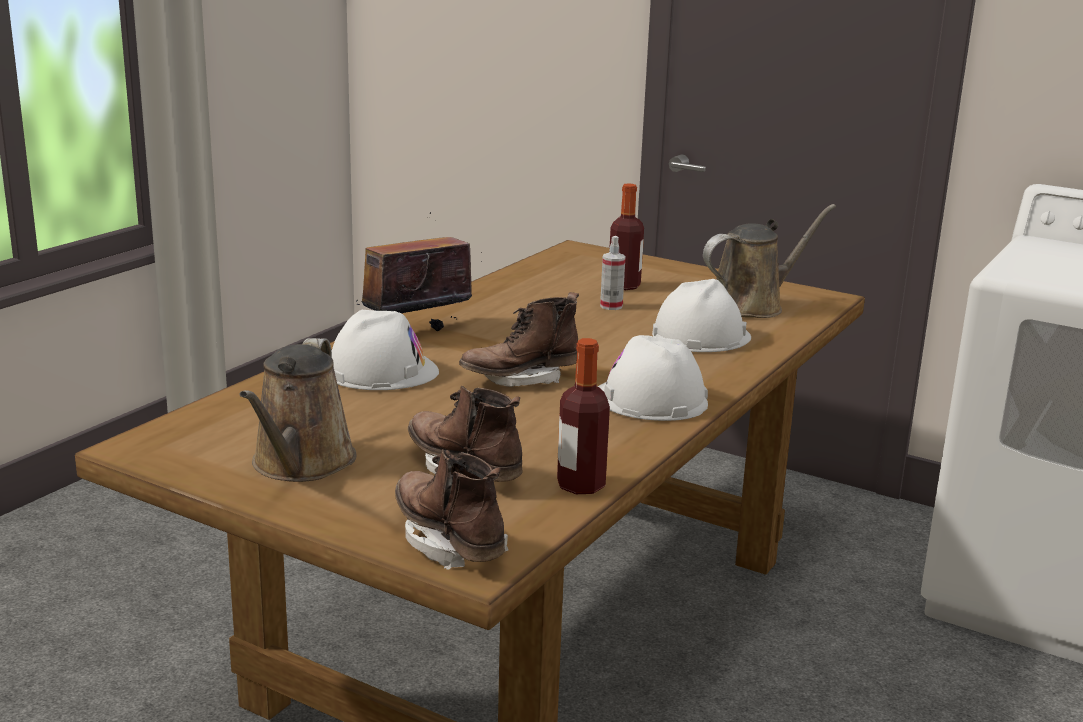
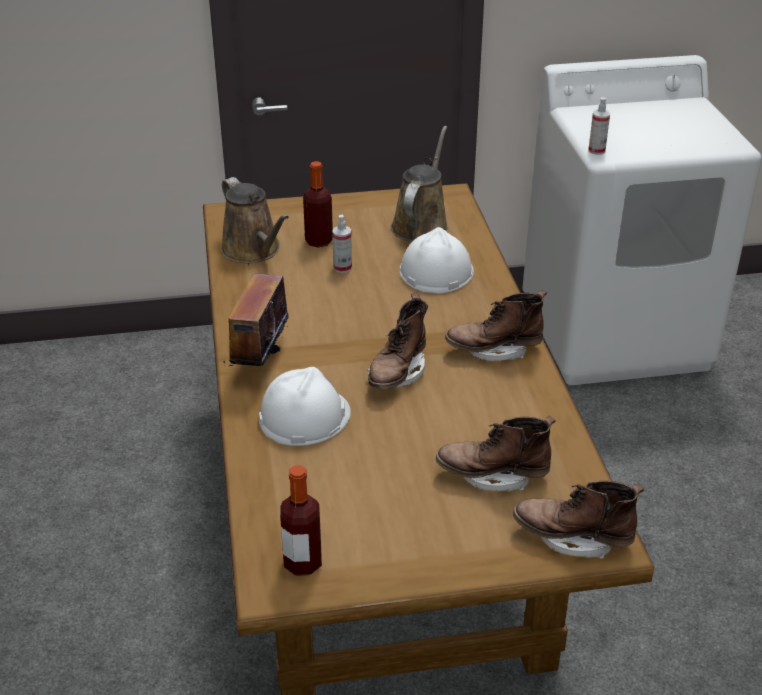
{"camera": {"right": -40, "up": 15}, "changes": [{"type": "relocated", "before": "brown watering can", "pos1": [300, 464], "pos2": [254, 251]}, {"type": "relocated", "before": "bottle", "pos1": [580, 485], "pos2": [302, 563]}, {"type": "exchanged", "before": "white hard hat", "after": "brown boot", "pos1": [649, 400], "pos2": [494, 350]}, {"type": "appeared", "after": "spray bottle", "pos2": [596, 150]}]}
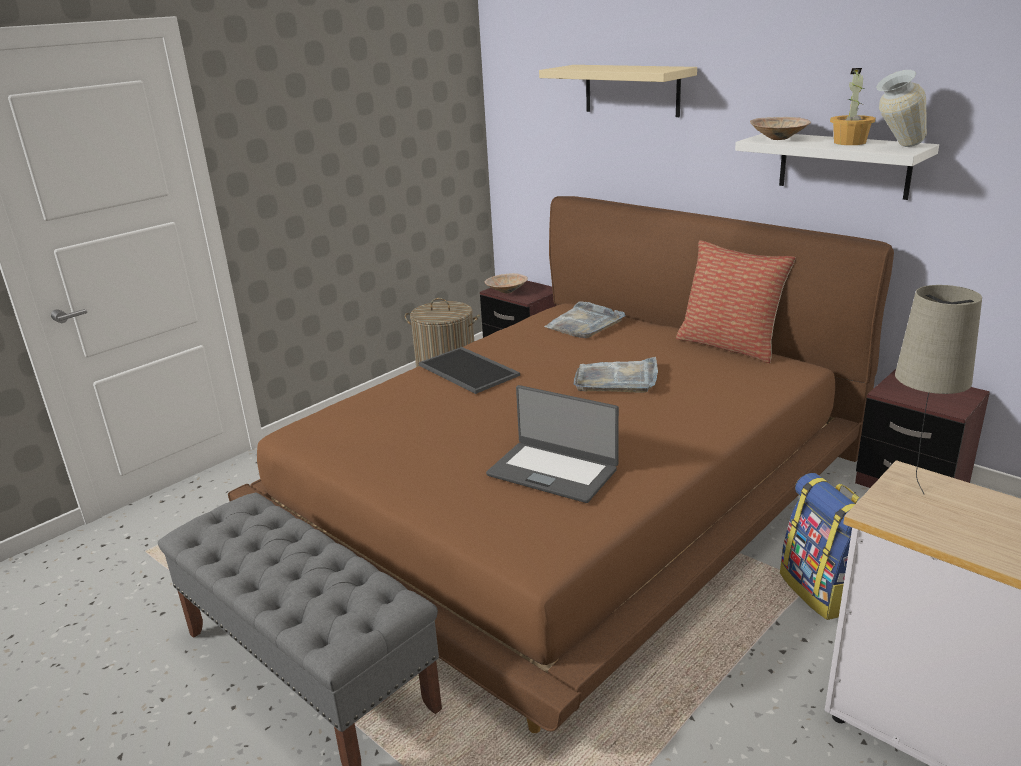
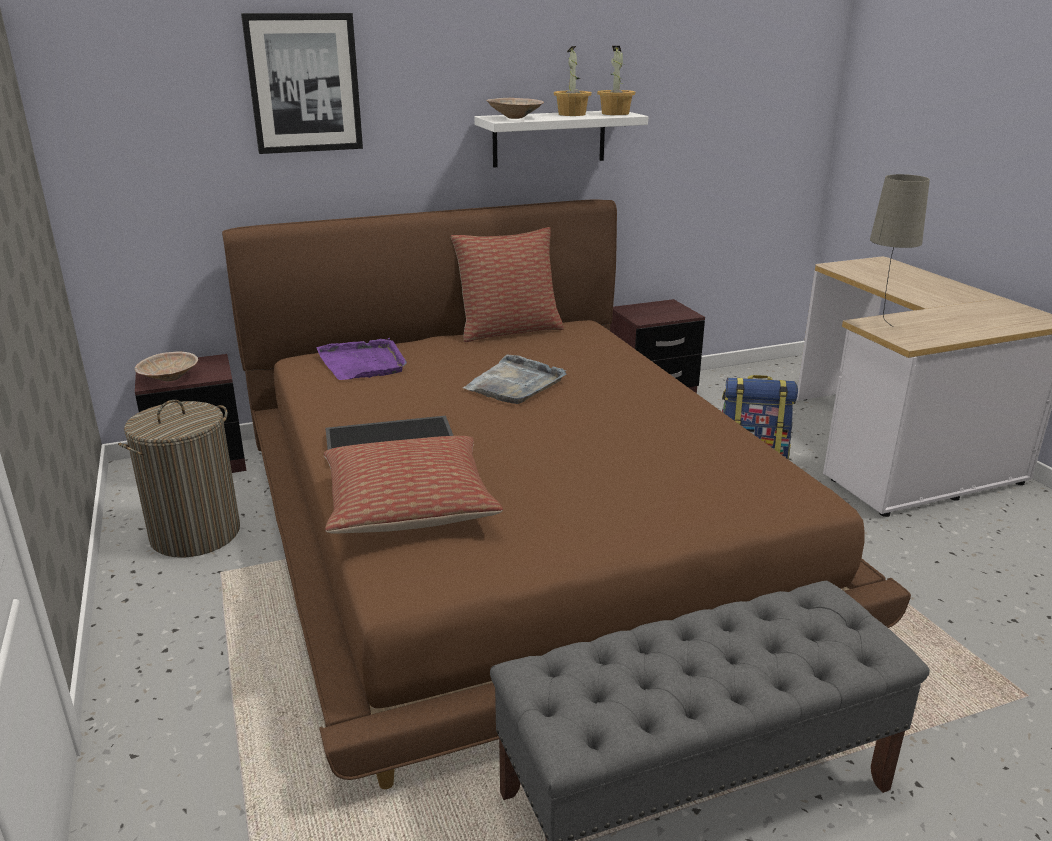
{"camera": {"right": -65, "up": 0}, "changes": [{"type": "exchanged", "before": "beige shelf", "after": "picture", "pos1": [631, 90], "pos2": [304, 83]}, {"type": "colour", "before": "grey tray", "after": "purple tray", "pos1": [585, 323], "pos2": [363, 363]}, {"type": "appeared", "after": "pillow", "pos2": [409, 505]}, {"type": "exchanged", "before": "vase", "after": "potted plant", "pos1": [895, 148], "pos2": [615, 113]}, {"type": "missing", "before": "laptop", "pos1": [553, 471]}]}
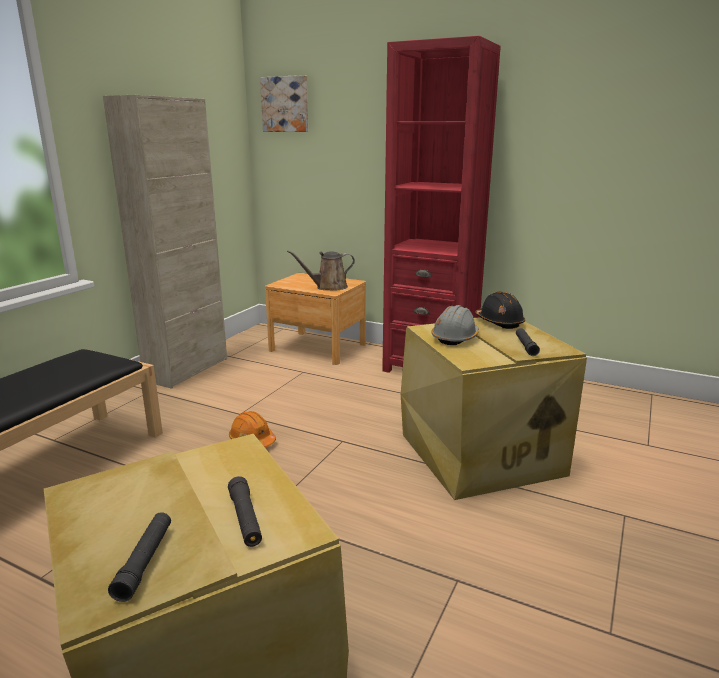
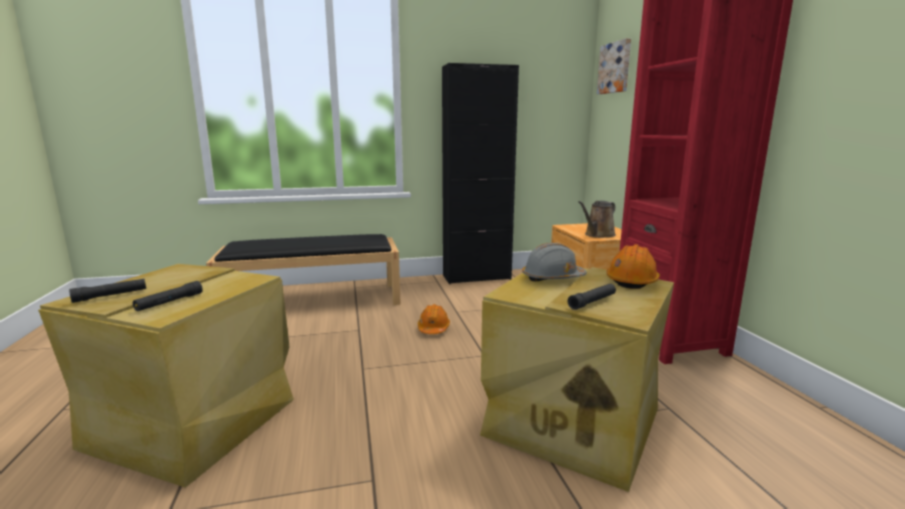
{"camera": {"right": 50, "up": -5}, "changes": [{"type": "colour", "before": "beige cabinet", "after": "black cabinet", "pos1": [187, 370], "pos2": [476, 277]}, {"type": "spun", "before": "brown watering can", "pos1": [328, 287], "pos2": [598, 235], "turn": -75}, {"type": "colour", "before": "black hard hat", "after": "orange hard hat", "pos1": [499, 322], "pos2": [632, 281]}]}
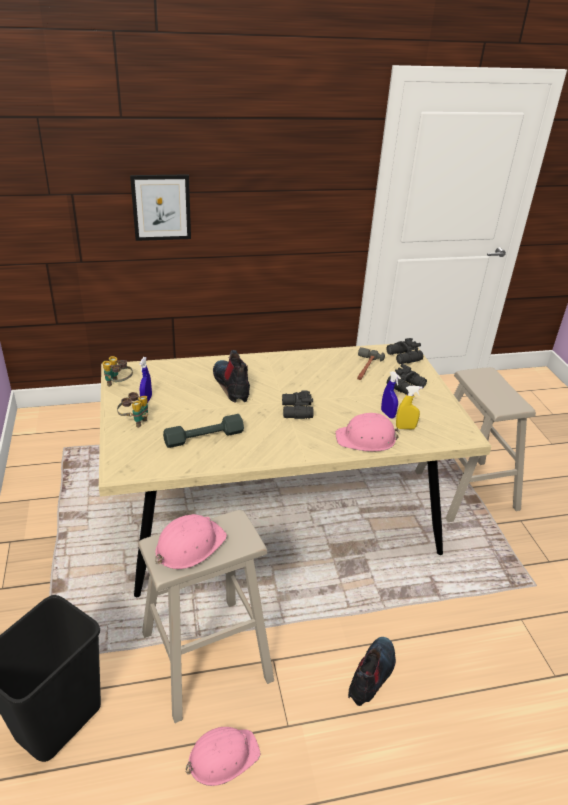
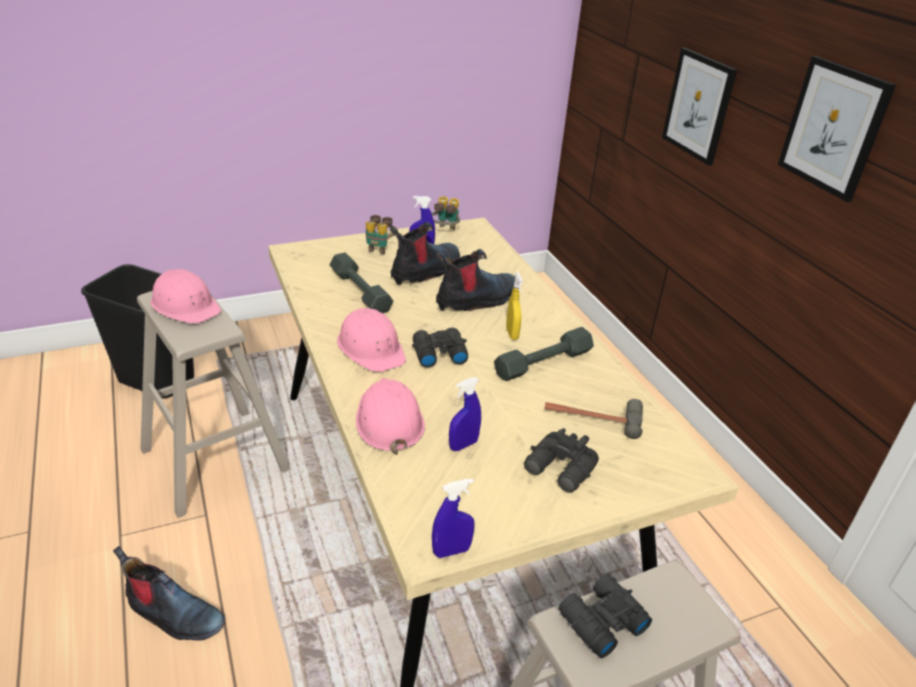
{"camera": {"right": 80, "up": 0}, "changes": [{"type": "relocated", "before": "pink hard hat", "pos1": [222, 756], "pos2": [371, 348]}, {"type": "appeared", "after": "boot", "pos2": [426, 271]}, {"type": "appeared", "after": "blue spray bottle", "pos2": [451, 551]}, {"type": "appeared", "after": "grey dumbbell", "pos2": [543, 363]}, {"type": "relocated", "before": "yellow spray bottle", "pos1": [405, 428], "pos2": [512, 334]}, {"type": "relocated", "before": "black binoculars", "pos1": [403, 357], "pos2": [600, 621]}, {"type": "appeared", "after": "picture", "pos2": [833, 128]}]}
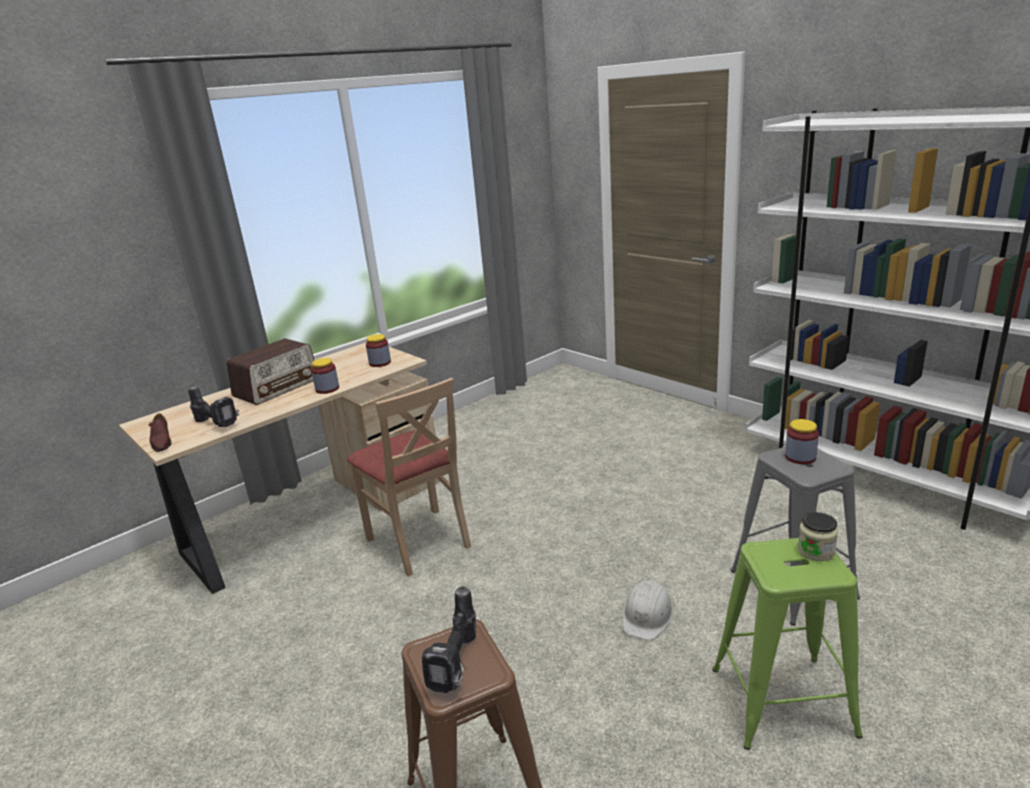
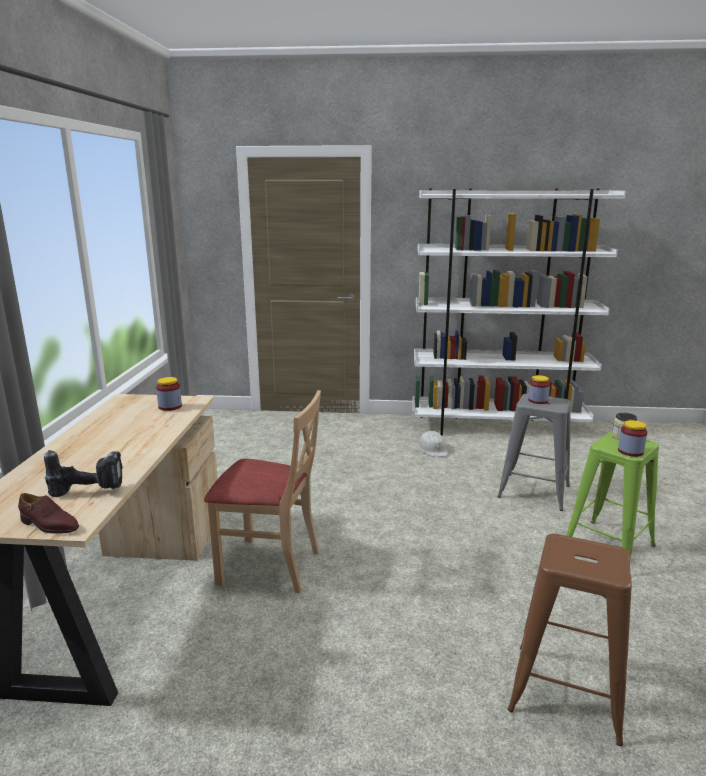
{"camera": {"right": -45, "up": -5}, "changes": [{"type": "relocated", "before": "white hard hat", "pos1": [647, 615], "pos2": [433, 449]}, {"type": "relocated", "before": "jar", "pos1": [327, 389], "pos2": [630, 451]}, {"type": "missing", "before": "radio", "pos1": [277, 387]}, {"type": "missing", "before": "power drill", "pos1": [458, 665]}]}
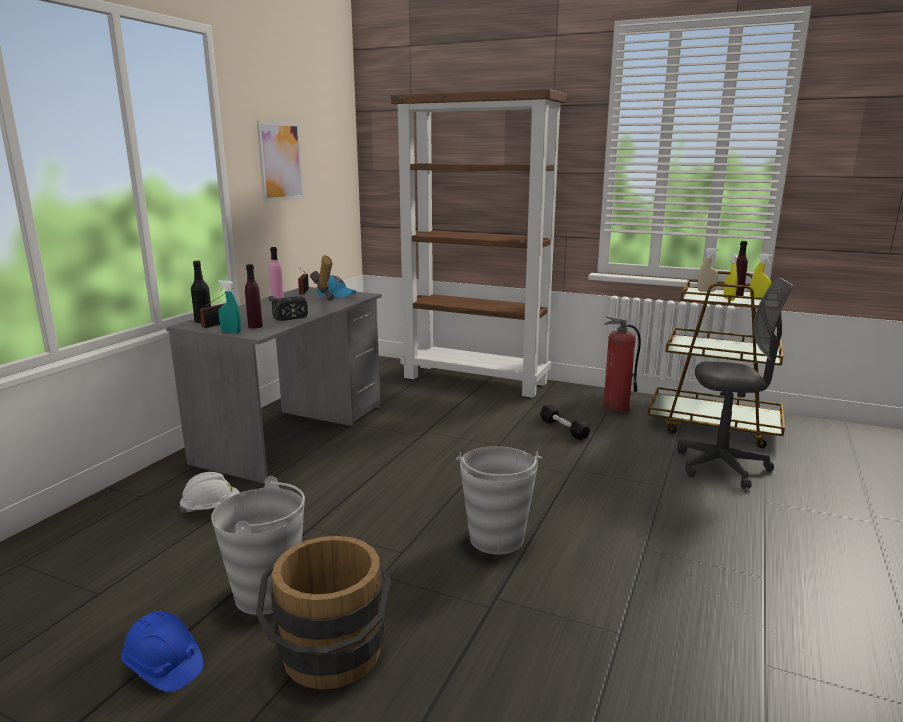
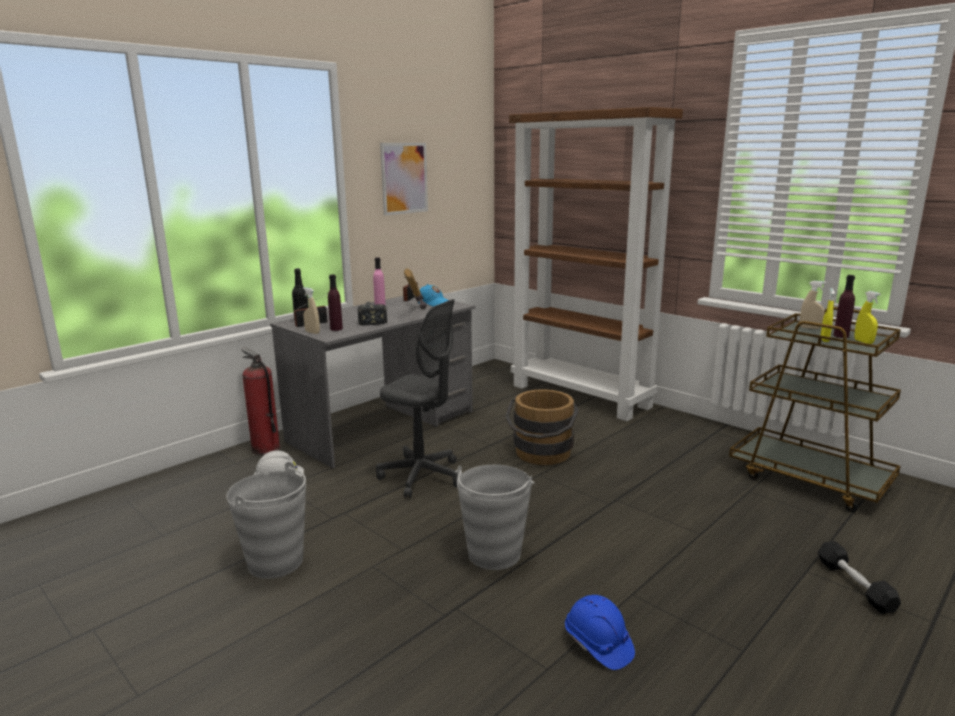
{"camera": {"right": 20, "up": 0}, "changes": [{"type": "relocated", "before": "fire extinguisher", "pos1": [615, 409], "pos2": [265, 448]}, {"type": "colour", "before": "turquoise spray bottle", "after": "beige spray bottle", "pos1": [231, 332], "pos2": [312, 332]}, {"type": "relocated", "before": "grey office chair", "pos1": [721, 467], "pos2": [421, 476]}, {"type": "relocated", "before": "brown bucket", "pos1": [330, 660], "pos2": [541, 455]}, {"type": "relocated", "before": "blue hard hat", "pos1": [163, 666], "pos2": [598, 644]}, {"type": "relocated", "before": "black dumbbell", "pos1": [564, 429], "pos2": [855, 585]}]}
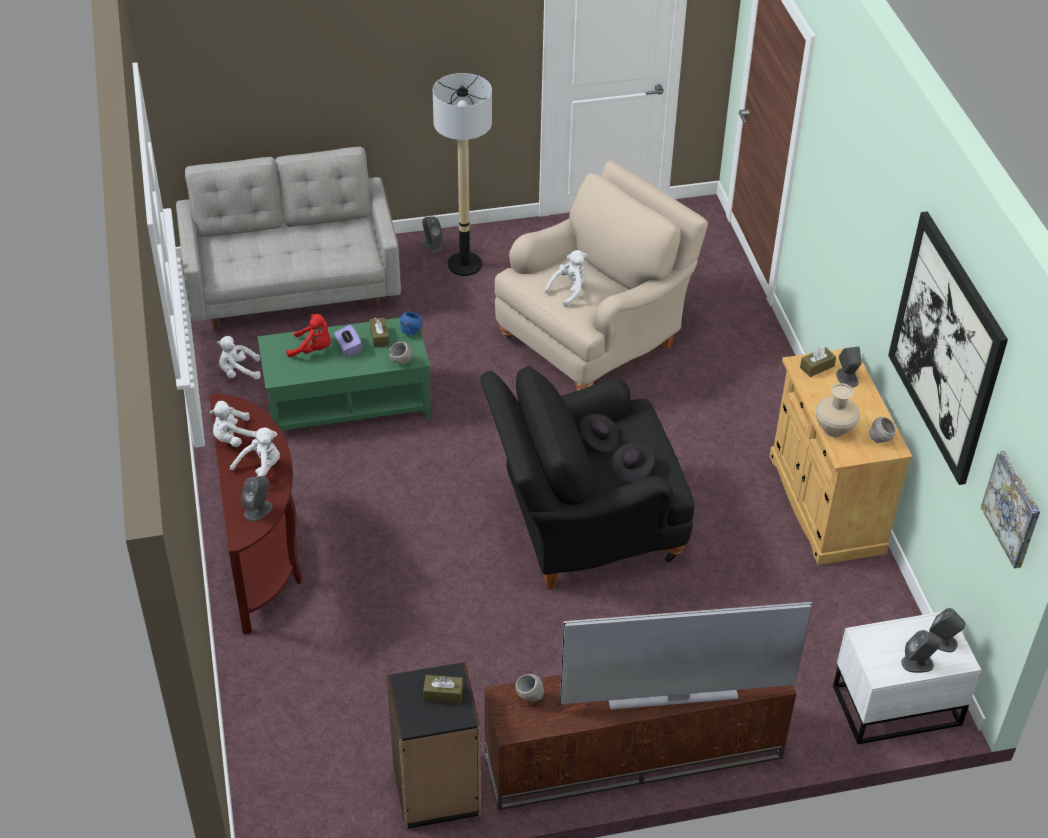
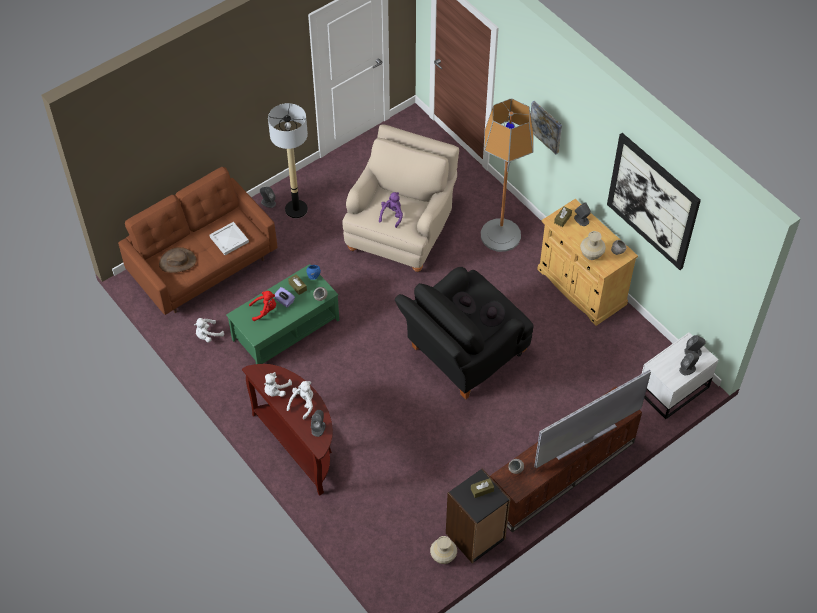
{"camera": {"right": -25, "up": 10}, "changes": [{"type": "colour", "before": "grey sofa", "after": "brown sofa", "pos1": [293, 289], "pos2": [203, 266]}, {"type": "appeared", "after": "brown hat", "pos2": [177, 262]}, {"type": "appeared", "after": "white tray", "pos2": [229, 240]}, {"type": "colour", "before": "white plush toy", "after": "purple plush toy", "pos1": [569, 290], "pos2": [392, 215]}, {"type": "appeared", "after": "beige vase", "pos2": [443, 557]}, {"type": "appeared", "after": "floor lamp", "pos2": [500, 235]}, {"type": "relocated", "before": "picture", "pos1": [1013, 509], "pos2": [546, 126]}]}
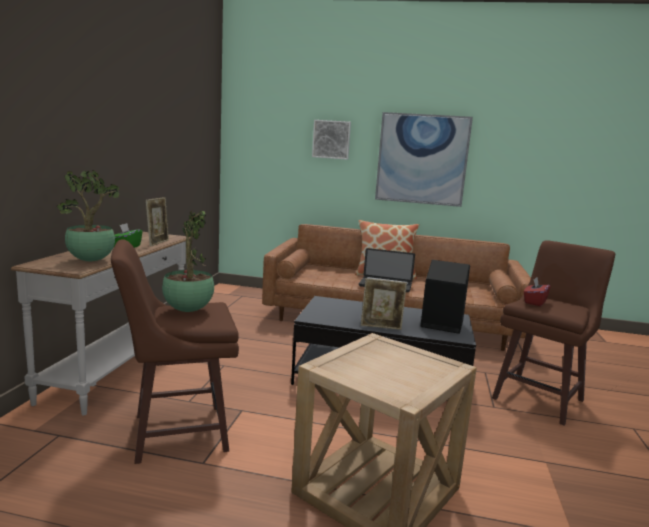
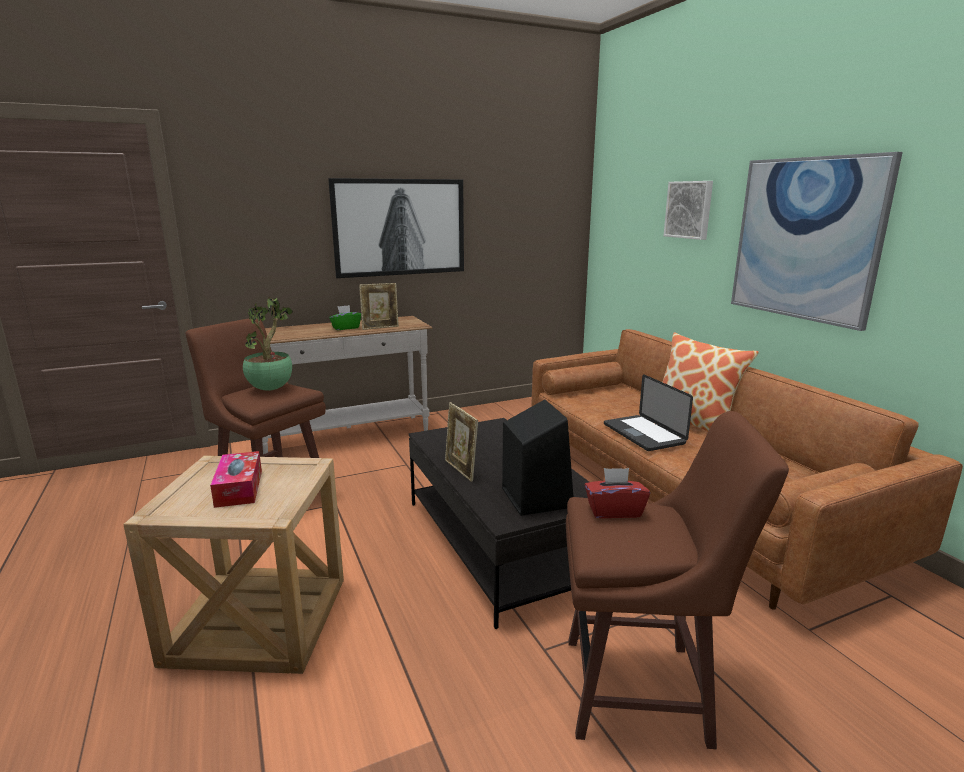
{"camera": {"right": 55, "up": 5}, "changes": [{"type": "appeared", "after": "tissue box", "pos2": [239, 488]}, {"type": "appeared", "after": "picture", "pos2": [400, 227]}, {"type": "missing", "before": "potted plant", "pos1": [92, 260]}]}
